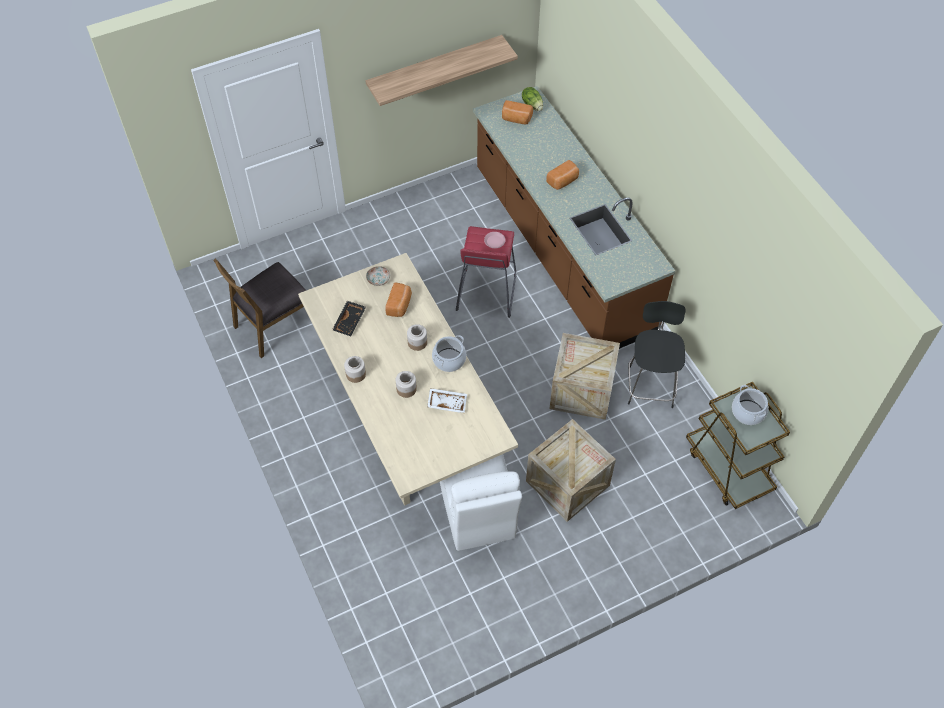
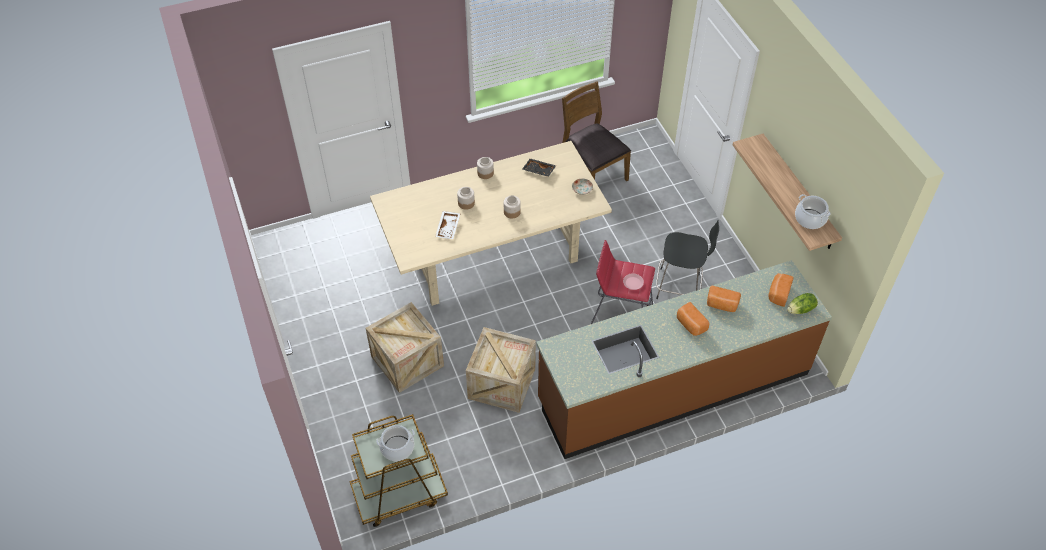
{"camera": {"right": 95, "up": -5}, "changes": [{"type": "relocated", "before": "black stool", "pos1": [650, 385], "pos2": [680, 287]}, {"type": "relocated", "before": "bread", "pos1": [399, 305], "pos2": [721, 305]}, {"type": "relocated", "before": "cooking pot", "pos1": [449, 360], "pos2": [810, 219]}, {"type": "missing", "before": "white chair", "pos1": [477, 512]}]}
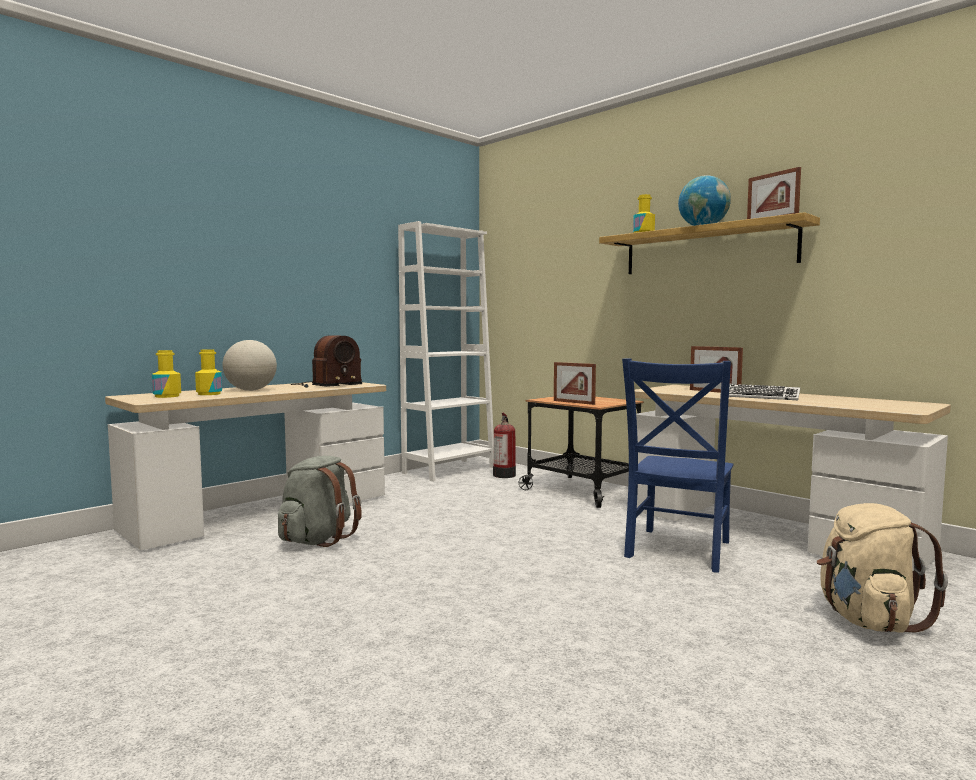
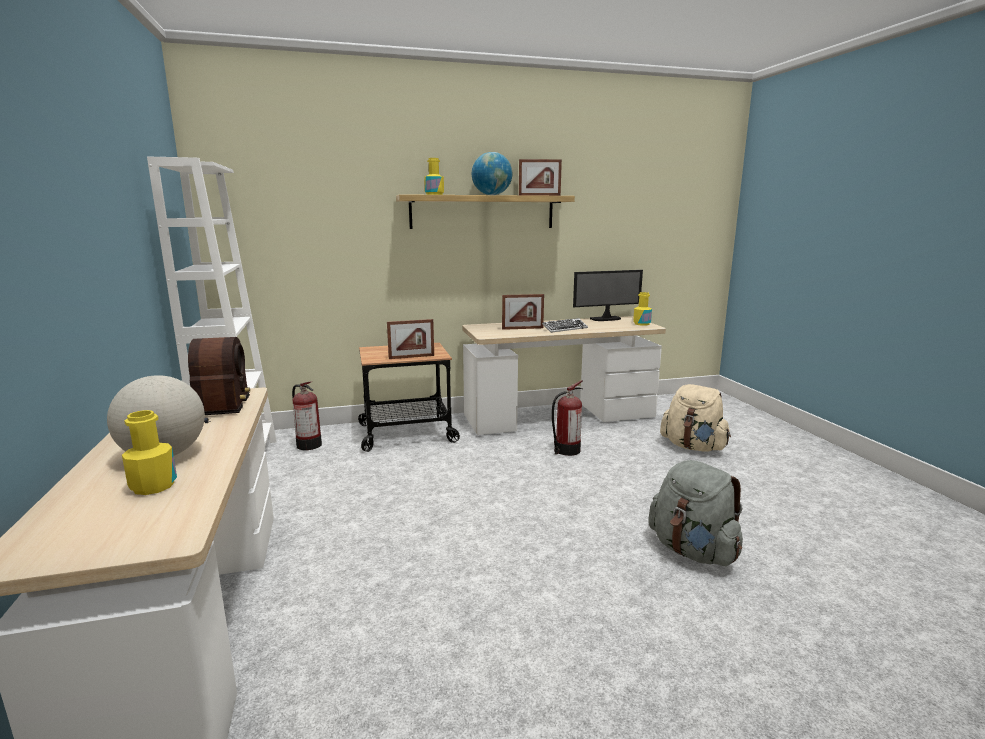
{"camera": {"right": -60, "up": 10}, "changes": [{"type": "exchanged", "before": "blue chair", "after": "fire extinguisher", "pos1": [677, 551], "pos2": [566, 450]}, {"type": "appeared", "after": "monitor", "pos2": [606, 319]}, {"type": "relocated", "before": "yellow bottle", "pos1": [167, 396], "pos2": [641, 324]}, {"type": "relocated", "before": "grey backpack", "pos1": [318, 539], "pos2": [692, 551]}]}
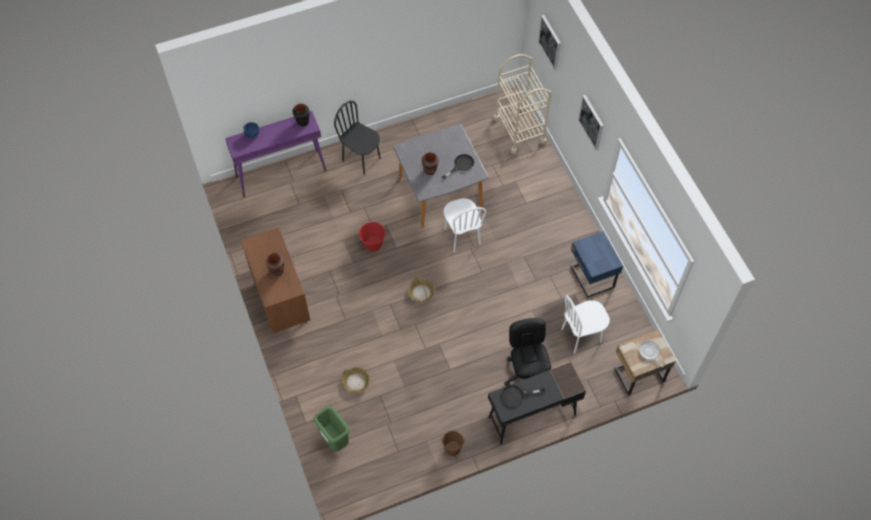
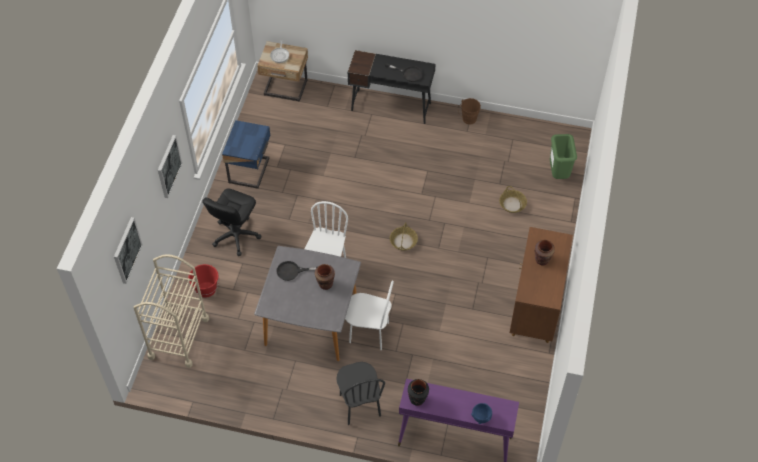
{"camera": {"right": -145, "up": -5}, "changes": [{"type": "relocated", "before": "red bucket", "pos1": [373, 244], "pos2": [206, 289]}, {"type": "relocated", "before": "black office chair", "pos1": [526, 373], "pos2": [236, 235]}, {"type": "relocated", "before": "white chair", "pos1": [581, 336], "pos2": [369, 333]}]}
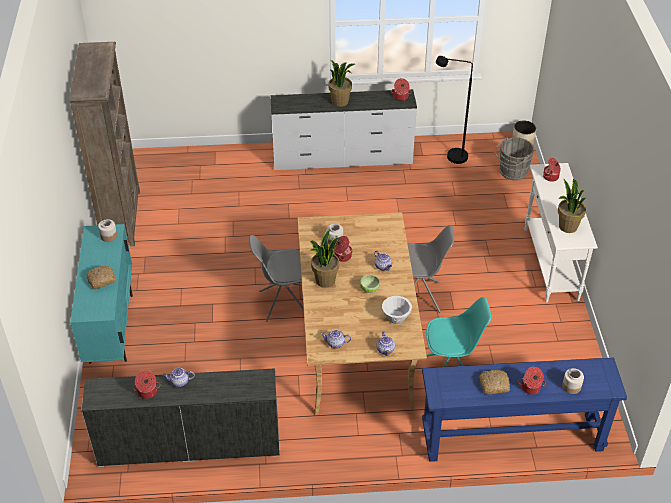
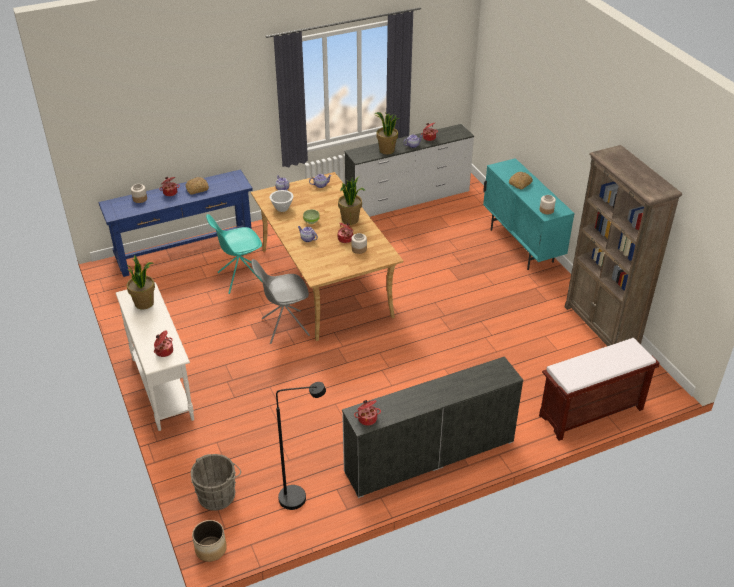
{"camera": {"right": 160, "up": -5}, "changes": [{"type": "relocated", "before": "potted plant", "pos1": [340, 101], "pos2": [386, 150]}, {"type": "appeared", "after": "brown bench", "pos2": [590, 413]}, {"type": "missing", "before": "grey chair", "pos1": [282, 303]}]}
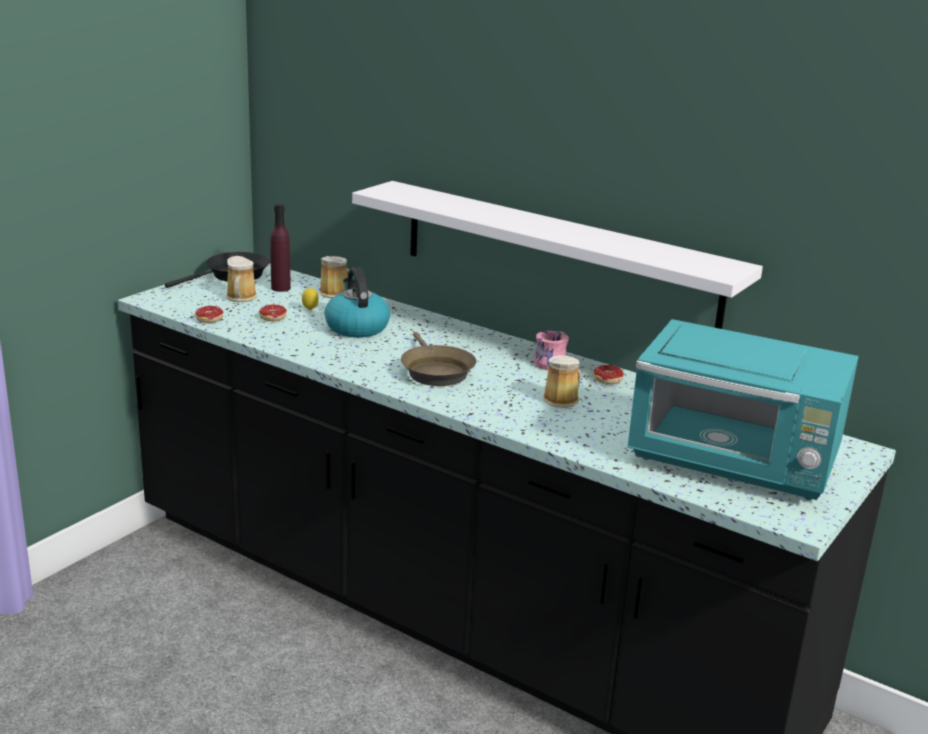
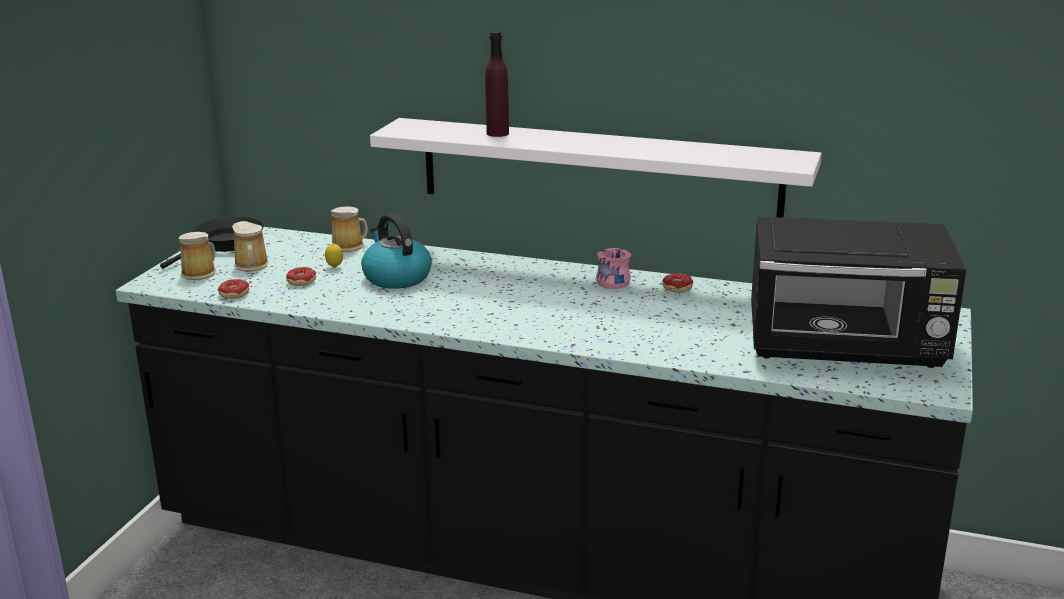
{"camera": {"right": -15, "up": 0}, "changes": [{"type": "relocated", "before": "mug", "pos1": [562, 399], "pos2": [200, 273]}, {"type": "relocated", "before": "purple bottle", "pos1": [280, 288], "pos2": [497, 133]}, {"type": "colour", "before": "turquoise microwave", "after": "black microwave", "pos1": [735, 463], "pos2": [847, 347]}, {"type": "missing", "before": "brown frying pan", "pos1": [435, 371]}]}
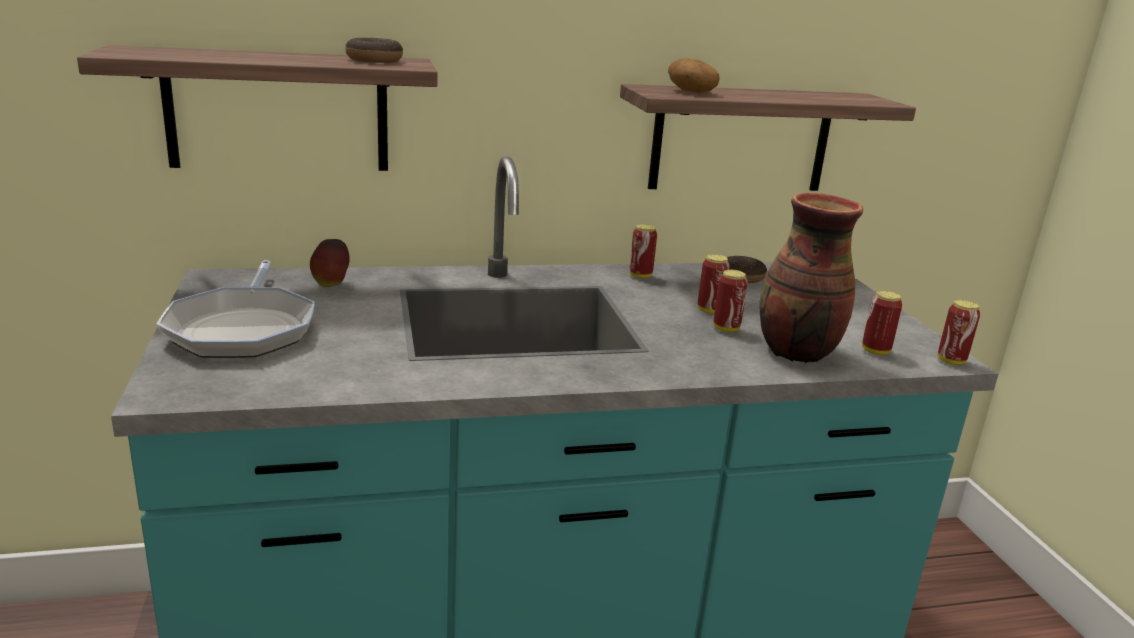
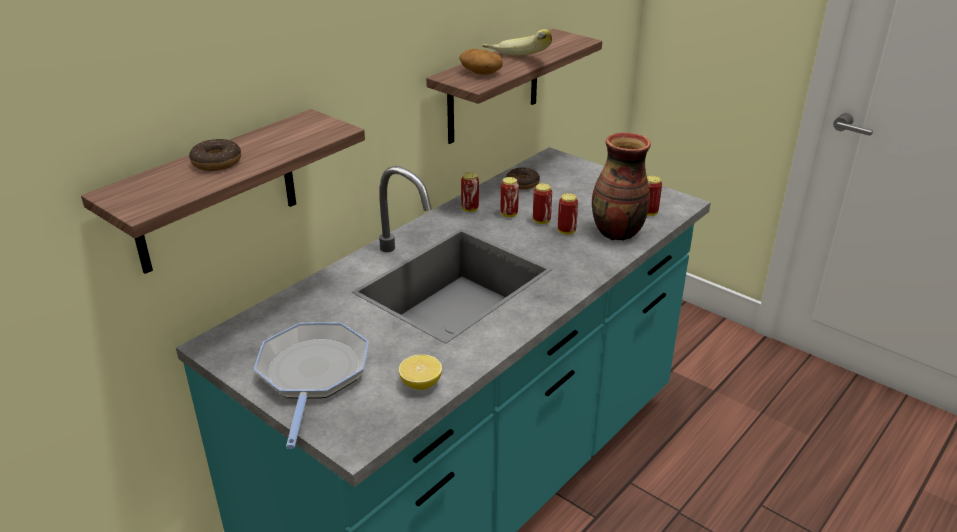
{"camera": {"right": -35, "up": 10}, "changes": [{"type": "relocated", "before": "donut", "pos1": [374, 60], "pos2": [216, 162]}, {"type": "spun", "before": "frying pan", "pos1": [243, 329], "pos2": [312, 374], "turn": -135}, {"type": "appeared", "after": "lemon", "pos2": [421, 384]}, {"type": "appeared", "after": "banana", "pos2": [516, 62]}, {"type": "relocated", "before": "can", "pos1": [951, 361], "pos2": [509, 214]}, {"type": "missing", "before": "apple", "pos1": [331, 285]}]}
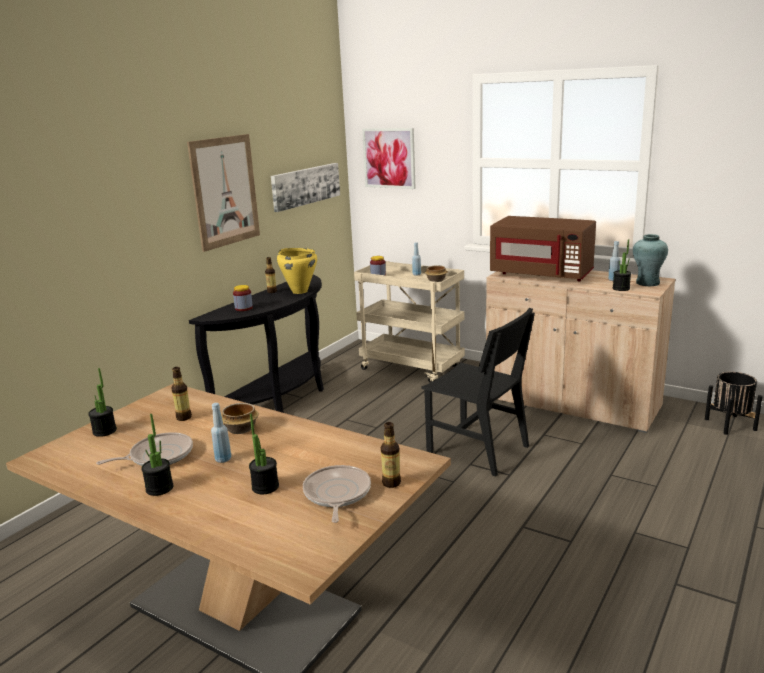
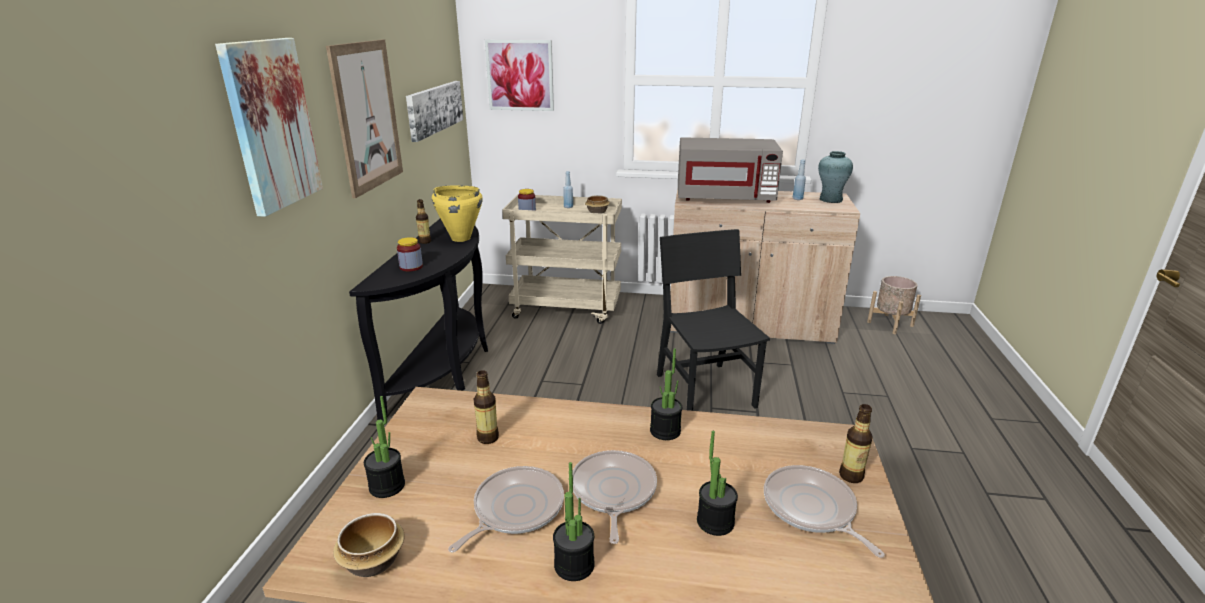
{"camera": {"right": -25, "up": 5}, "changes": [{"type": "appeared", "after": "picture", "pos2": [271, 125]}, {"type": "relocated", "before": "bowl", "pos1": [240, 429], "pos2": [372, 563]}, {"type": "exchanged", "before": "blue bottle", "after": "frying pan", "pos1": [223, 459], "pos2": [613, 492]}, {"type": "relocated", "before": "potted plant", "pos1": [621, 288], "pos2": [665, 431]}, {"type": "spun", "before": "black chair", "pos1": [477, 450], "pos2": [705, 390], "turn": -120}, {"type": "colour", "before": "brown microwave", "after": "grey microwave", "pos1": [542, 274], "pos2": [725, 198]}, {"type": "colour", "before": "black planter", "after": "beige planter", "pos1": [730, 424], "pos2": [890, 324]}]}
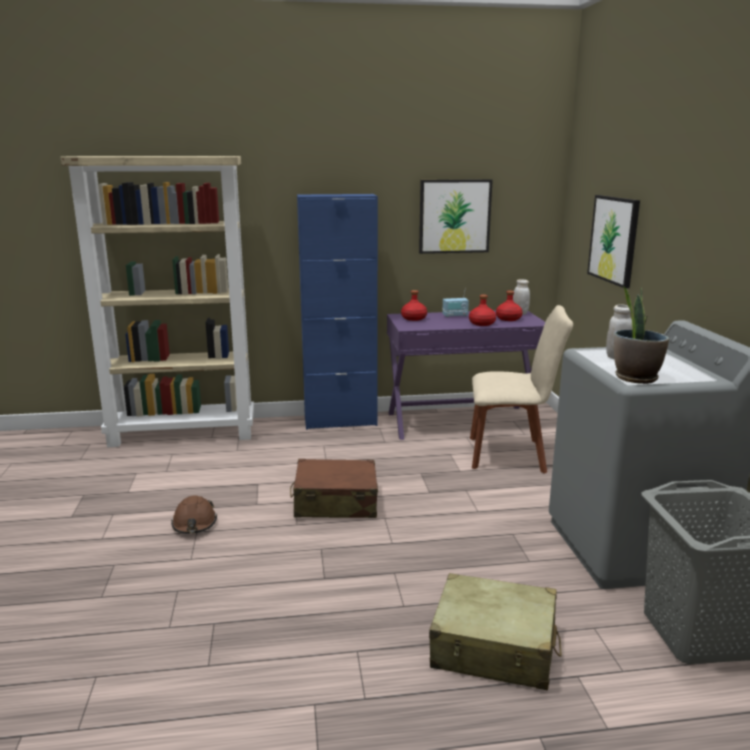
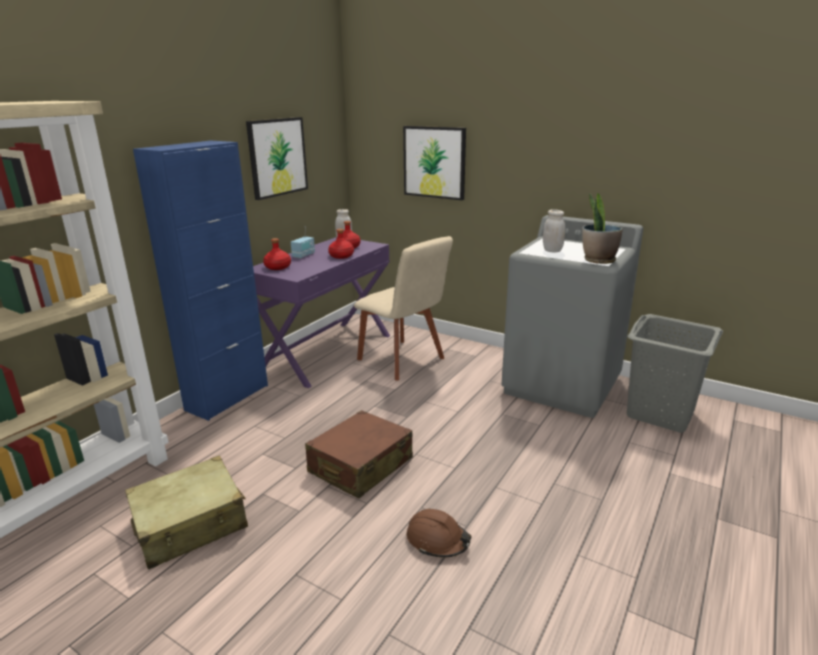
{"camera": {"right": -50, "up": 5}, "changes": [{"type": "relocated", "before": "beige suitcase", "pos1": [494, 647], "pos2": [190, 524]}, {"type": "spun", "before": "beige chair", "pos1": [511, 454], "pos2": [403, 360], "turn": 90}, {"type": "relocated", "before": "brown hard hat", "pos1": [194, 524], "pos2": [437, 540]}]}
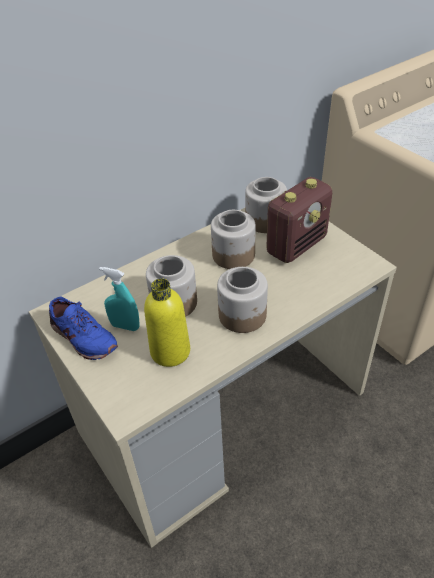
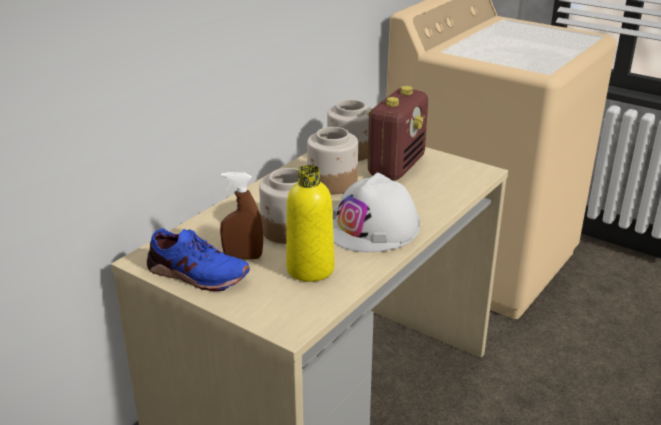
{"camera": {"right": -20, "up": -15}, "changes": [{"type": "colour", "before": "turquoise spray bottle", "after": "brown spray bottle", "pos1": [125, 326], "pos2": [243, 257]}, {"type": "exchanged", "before": "jar", "after": "white hard hat", "pos1": [243, 315], "pos2": [373, 228]}]}
